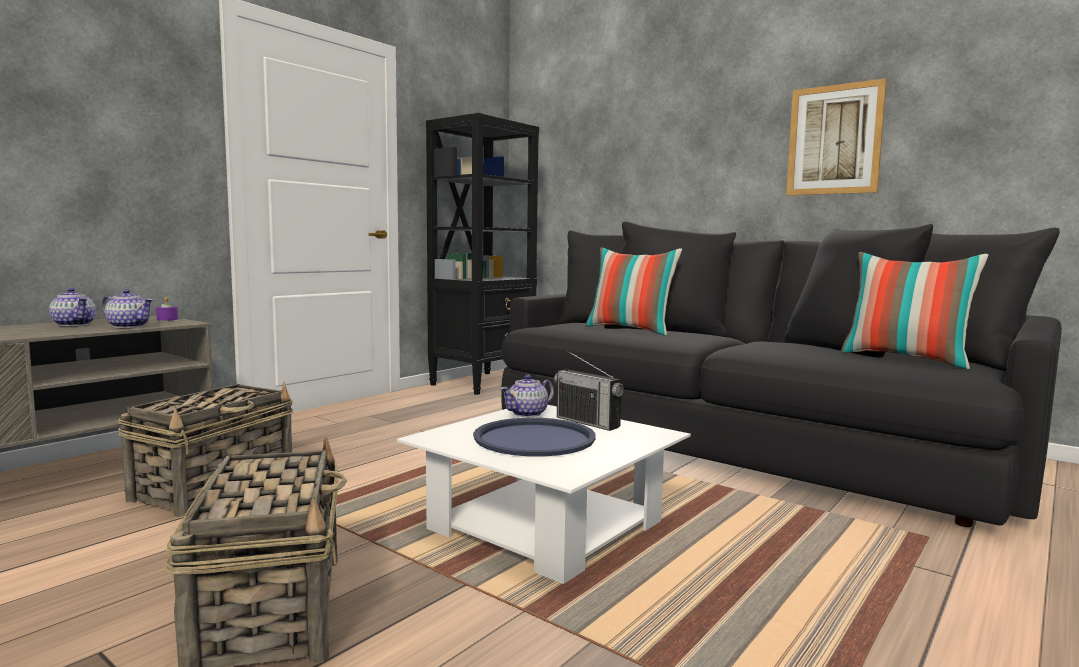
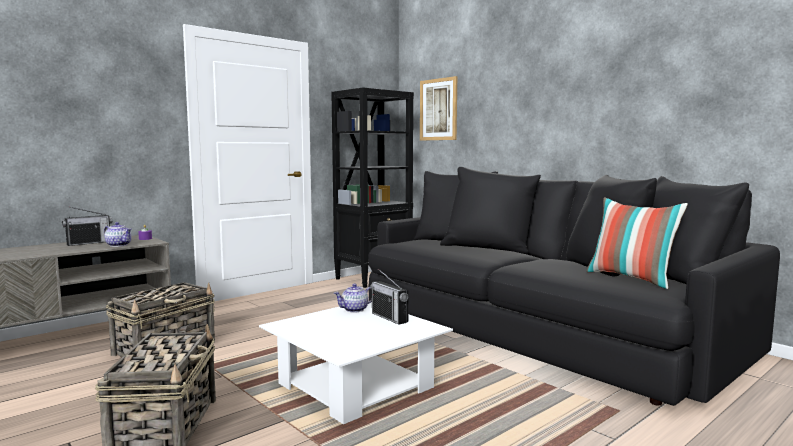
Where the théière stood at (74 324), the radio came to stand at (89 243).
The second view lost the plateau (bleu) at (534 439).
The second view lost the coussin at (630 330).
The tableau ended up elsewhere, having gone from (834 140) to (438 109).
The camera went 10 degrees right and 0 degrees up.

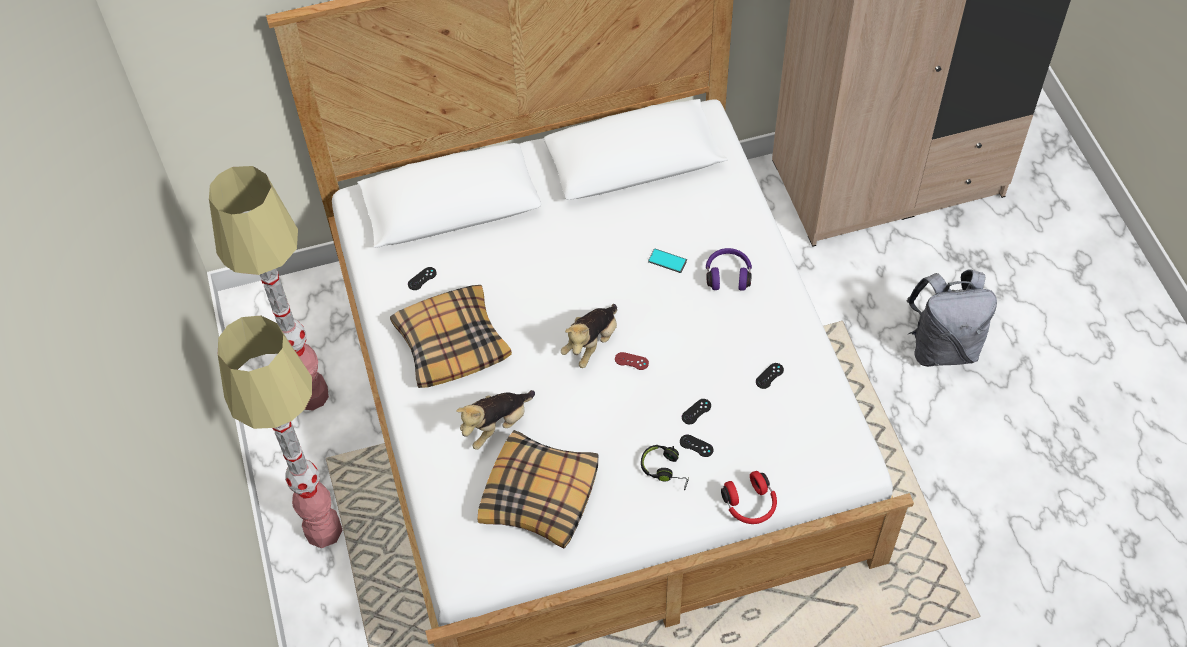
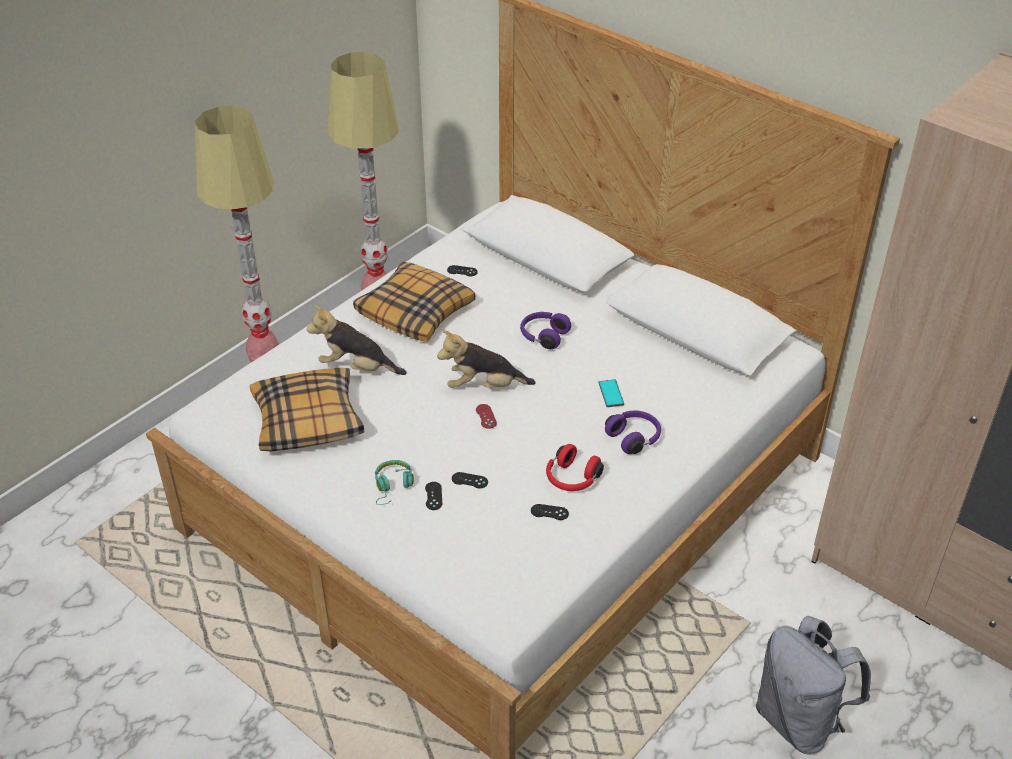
What was the casque audio (noir) at (665 469) turned into the casque audio (turquoise) at (393 486).
The casque audio (rouge) ended up elsewhere, having gone from (750 505) to (571 479).
The second view gained the casque audio (violet) at (543 336).
The camera went 55 degrees right and 15 degrees down.

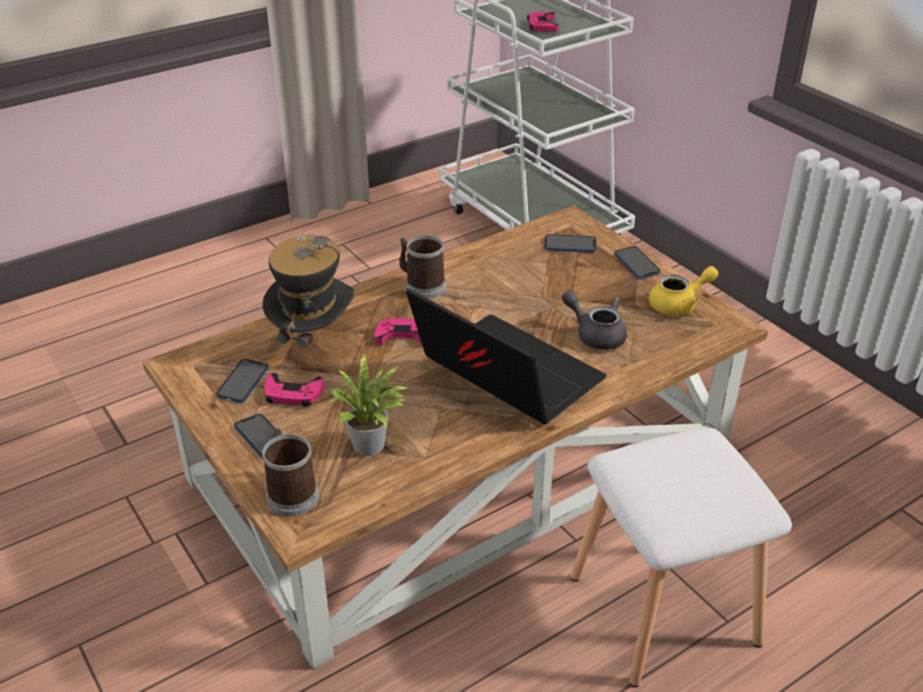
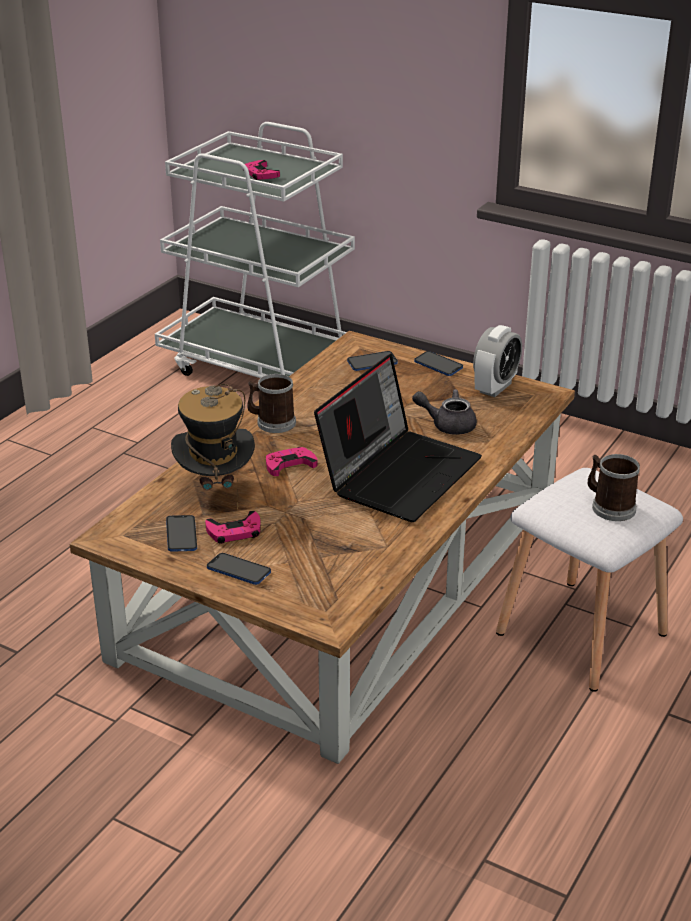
The mug ended up elsewhere, having gone from (291 492) to (609 506).
The second view lost the plante en pot at (372 446).
The ordinateur portable at (503 376) ended up facing another way, 105 degrees clockwise from before.
Where the théière (jaune) stood at (679 305), the réveil came to stand at (495 387).
The camera went 25 degrees left and 5 degrees down.

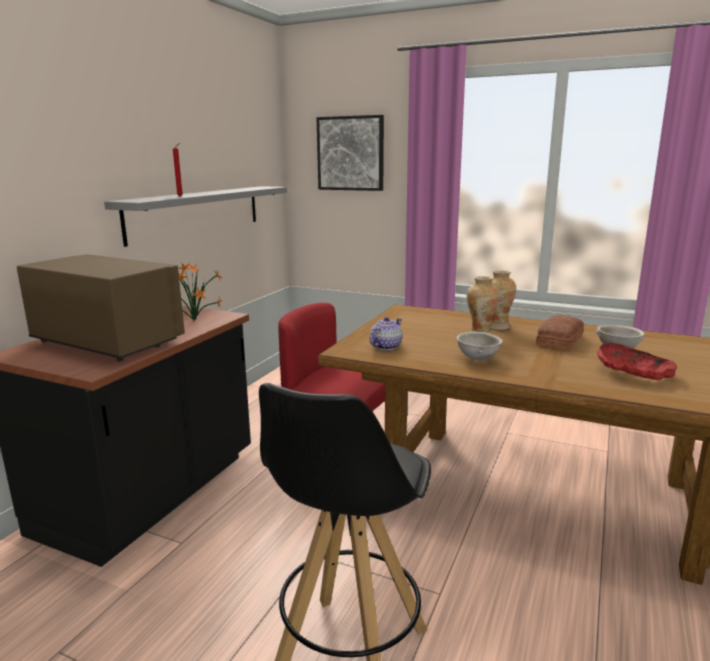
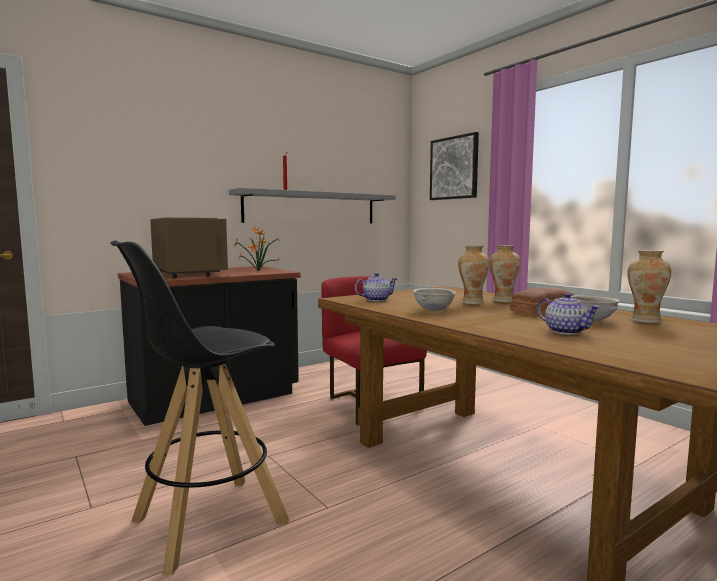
Where the bol (rouge) stood at (632 372), the théière came to stand at (565 331).
The second view gained the vase at (645 320).
The camera went 30 degrees right and 10 degrees down.

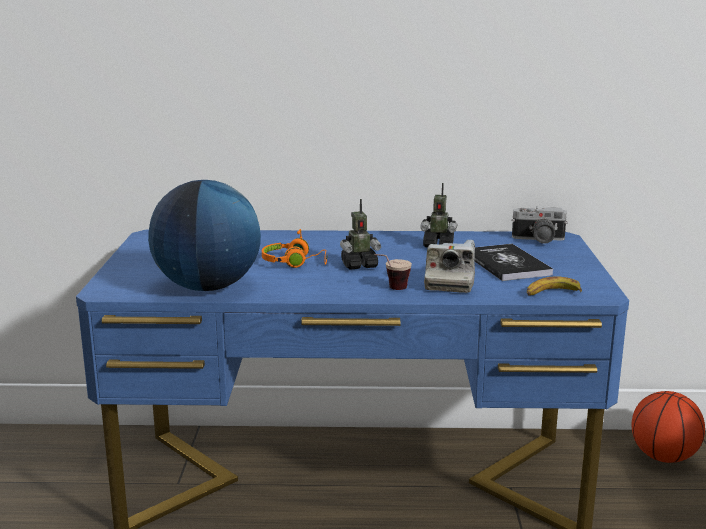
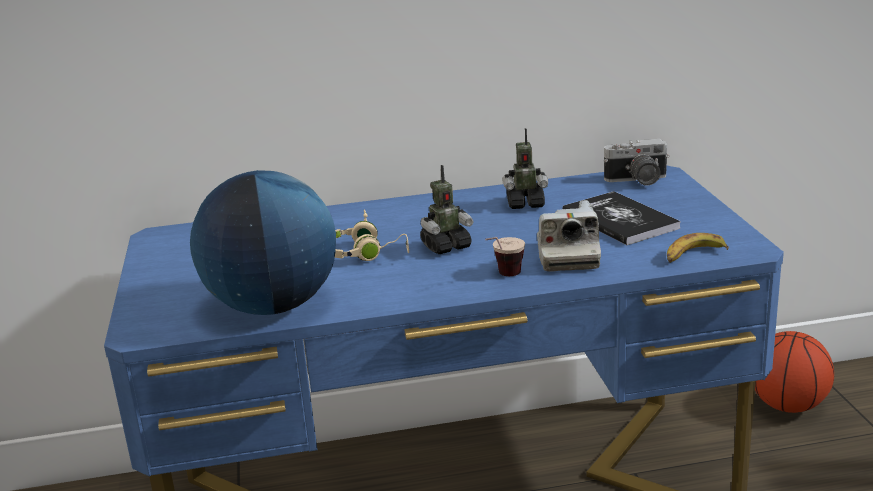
What was the casque audio (orange) at (295 263) turned into the casque audio (beige) at (365 254).
The camera went 10 degrees left and 5 degrees up.

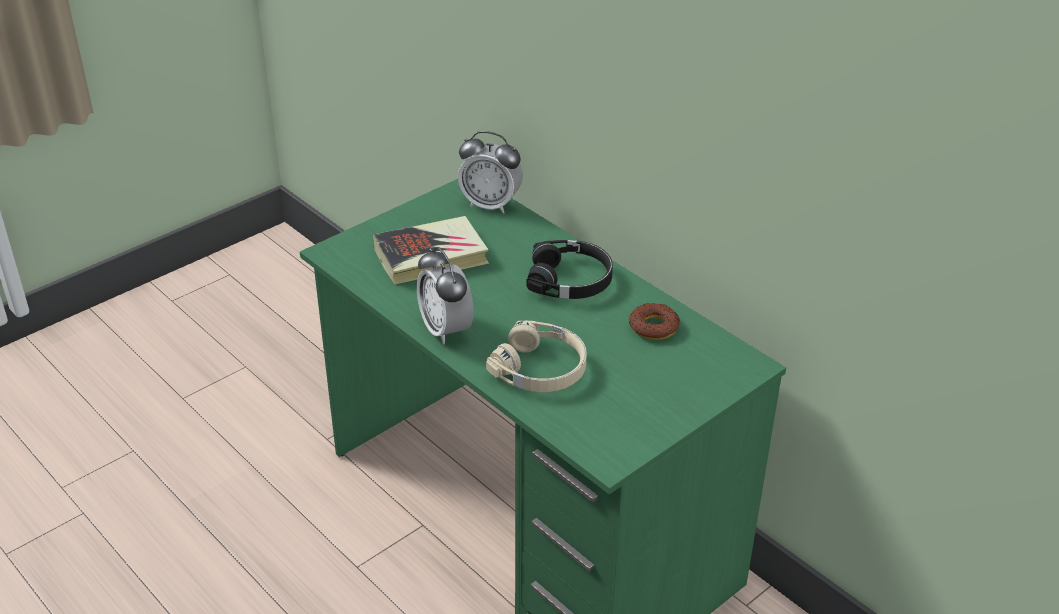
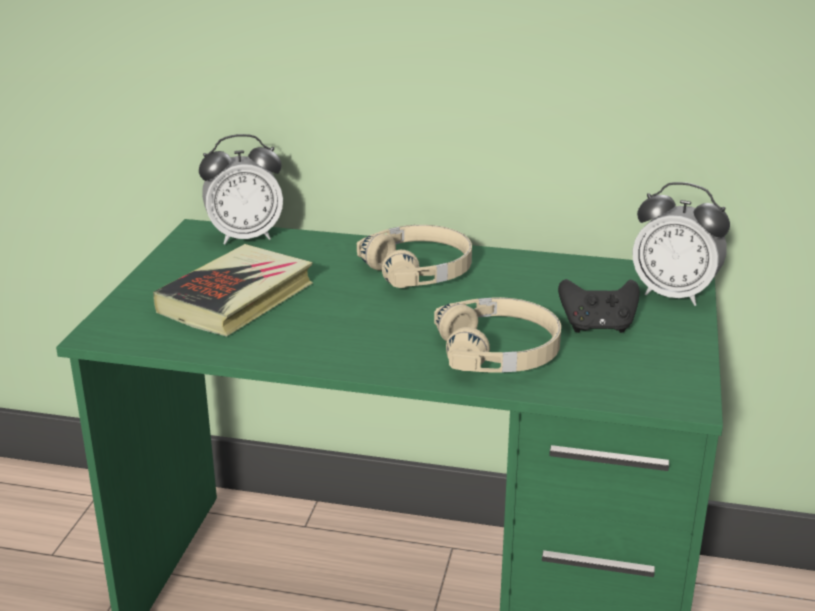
The réveil ended up elsewhere, having gone from (446 330) to (674 294).
What was the casque audio (noir) at (570 280) turned into the casque audio (beige) at (419 269).
The second view lost the beignet at (653 327).
The second view gained the manette (noir) at (597 327).
The camera went 35 degrees left and 10 degrees down.

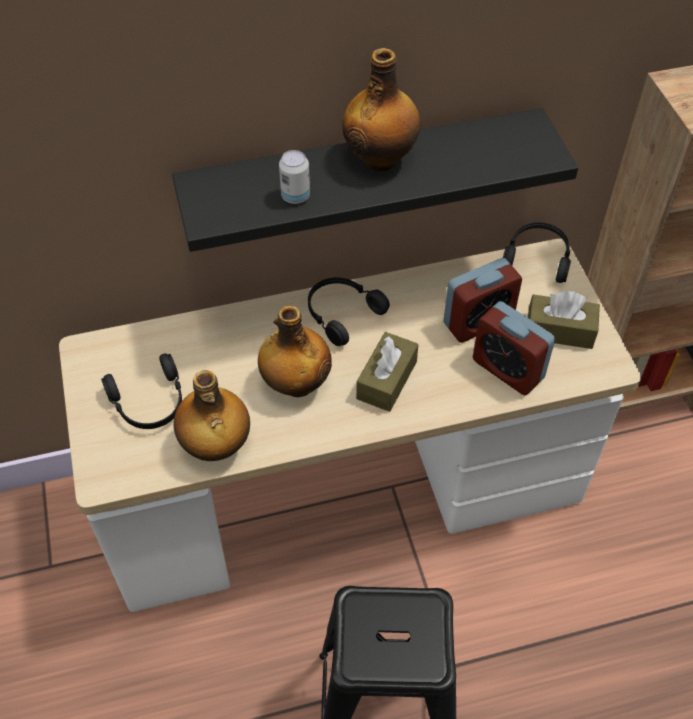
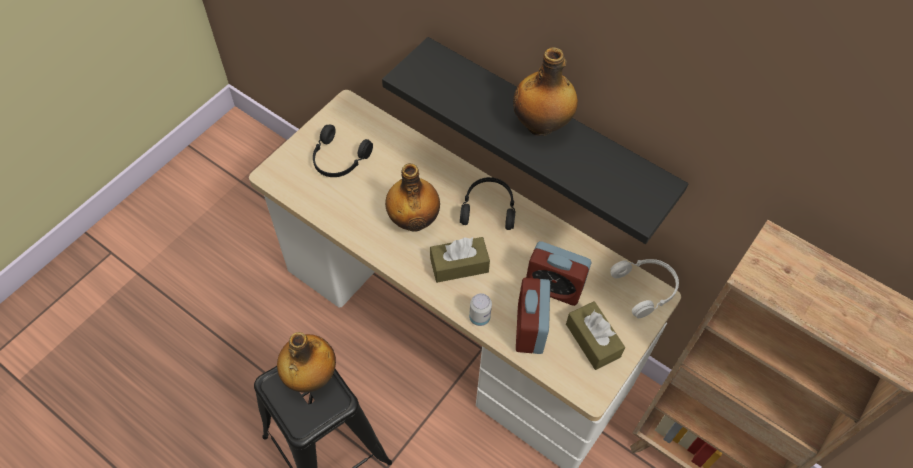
The bouteille ended up elsewhere, having gone from (215 447) to (310 375).
The boîte métallique ended up elsewhere, having gone from (295 196) to (479 317).
What was the casque audio (noir) at (537 257) turned into the casque audio (blanc) at (646 288).
The camera went 50 degrees right and 5 degrees up.

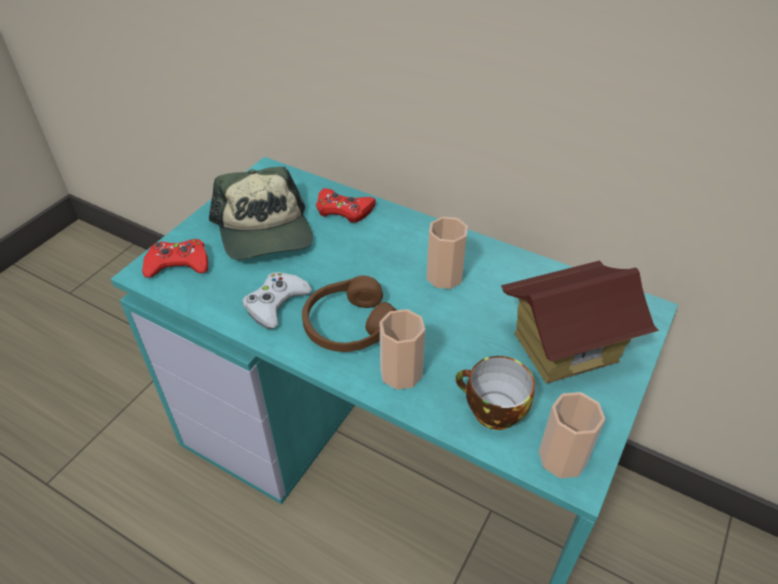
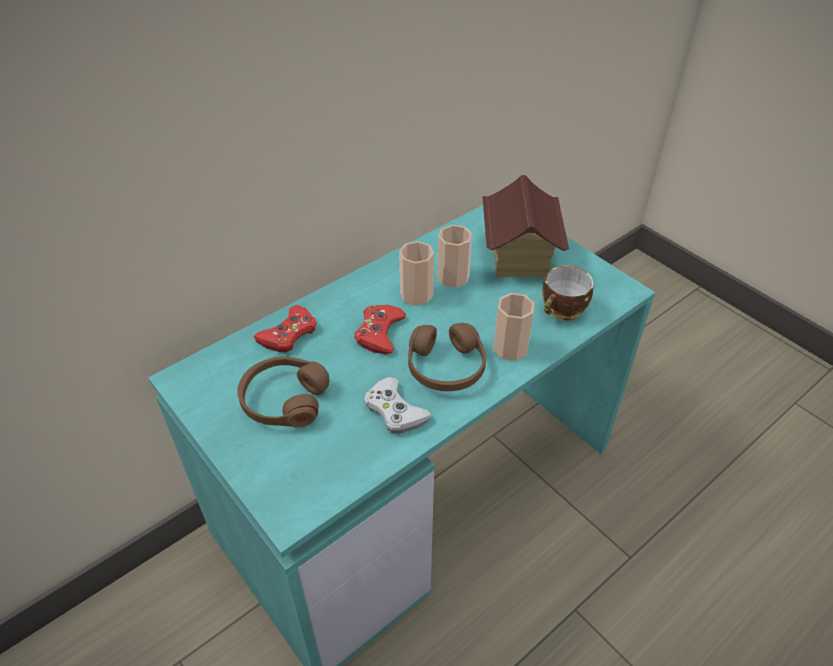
The manette (rouge) ended up elsewhere, having gone from (178 264) to (379 333).
Where the casquette stood at (265 231), the casque audio (marron) came to stand at (284 400).
The tasse ended up elsewhere, having gone from (562 457) to (453 277).
The camera went 70 degrees left and 0 degrees up.

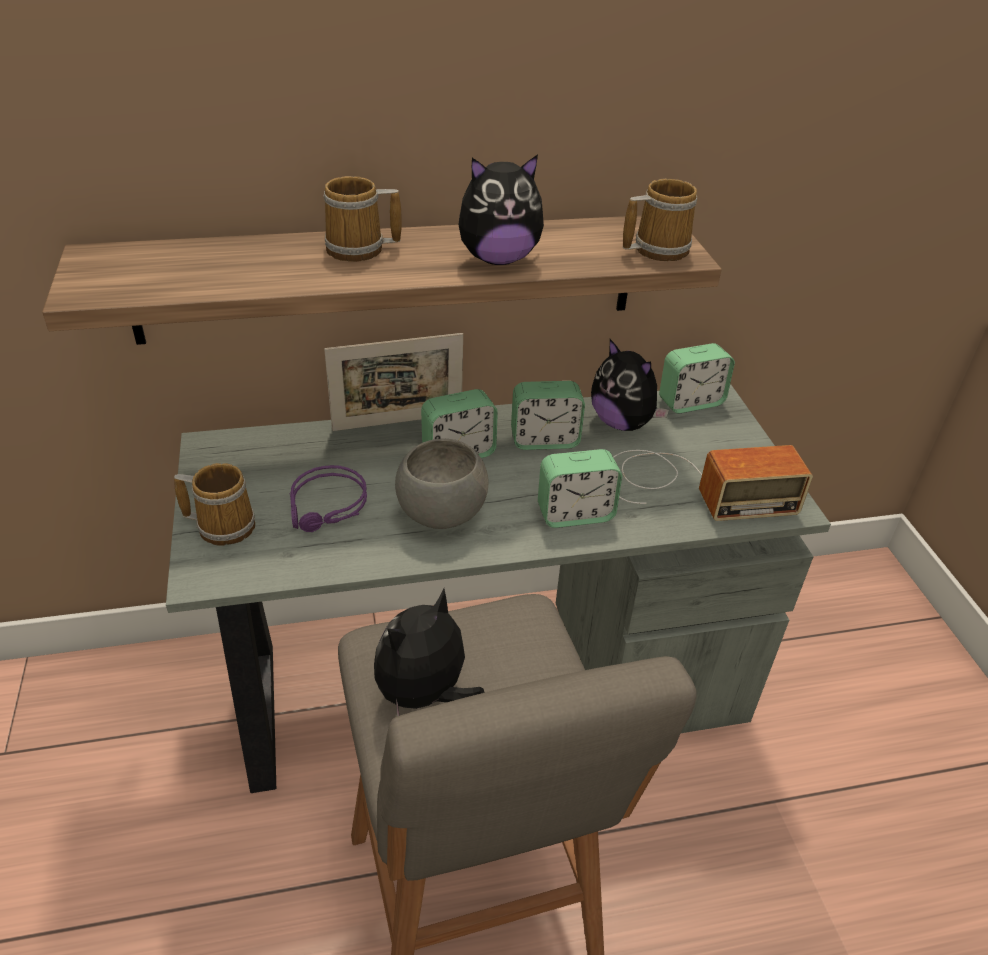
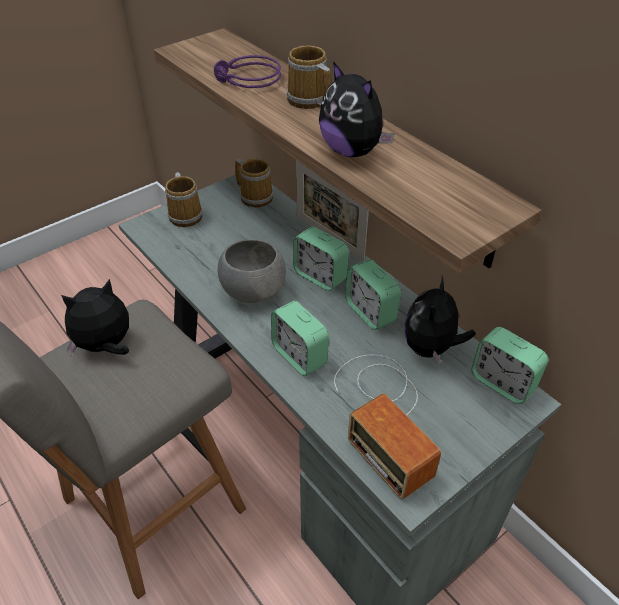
The casque audio (violet) ended up elsewhere, having gone from (327 507) to (247 80).
The peluche at (424 695) ended up facing another way, 45 degrees counterclockwise from before.
The mug ended up elsewhere, having gone from (656 249) to (255 196).
The camera went 65 degrees right and 5 degrees up.

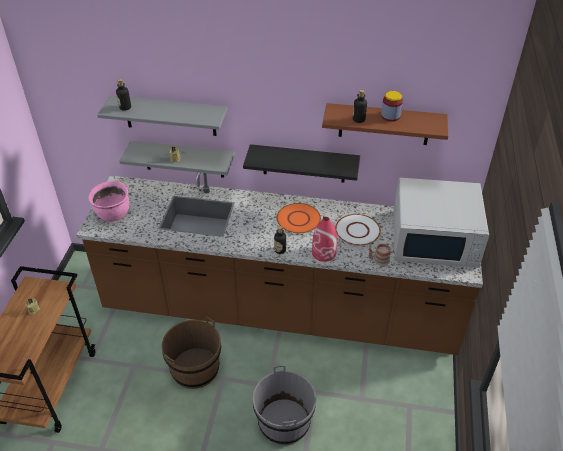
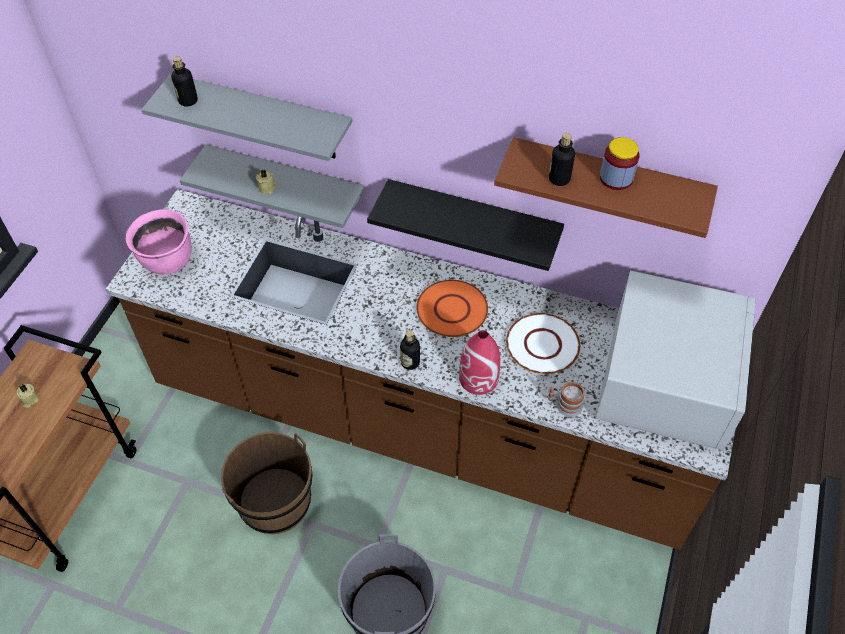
The micro-ondes (blanc) at (435 239) ended up facing another way, 90 degrees counterclockwise from before.
The camera went 10 degrees right and 10 degrees up.

